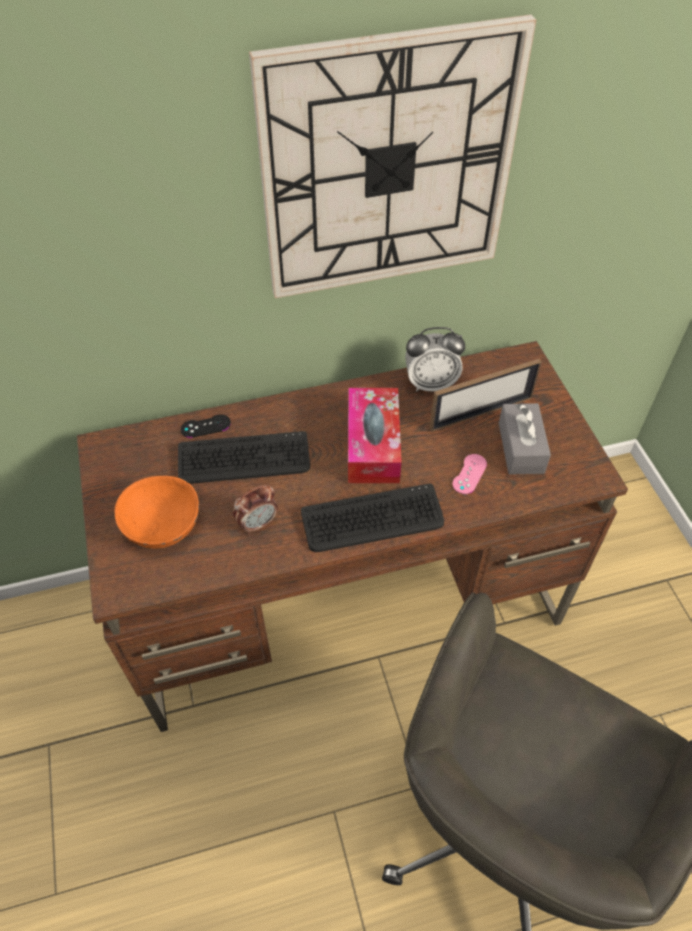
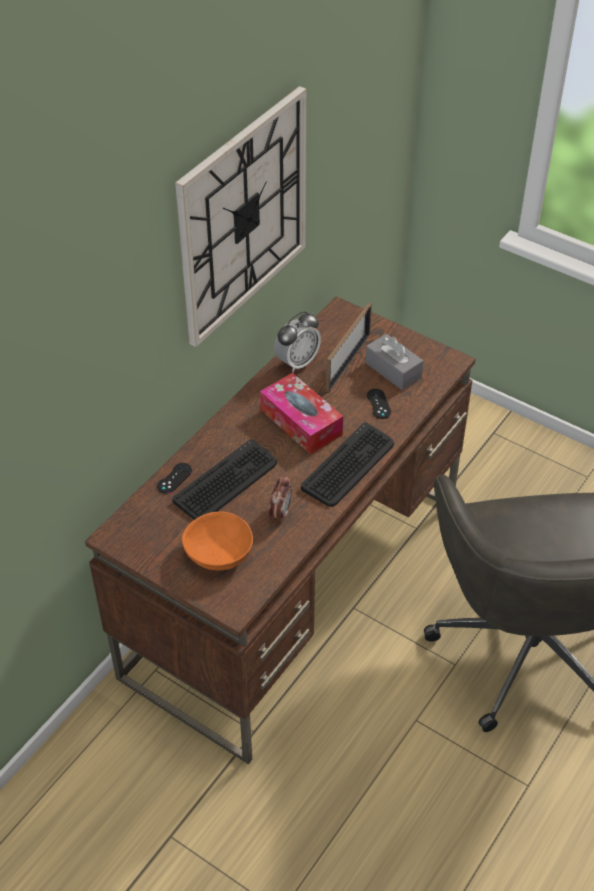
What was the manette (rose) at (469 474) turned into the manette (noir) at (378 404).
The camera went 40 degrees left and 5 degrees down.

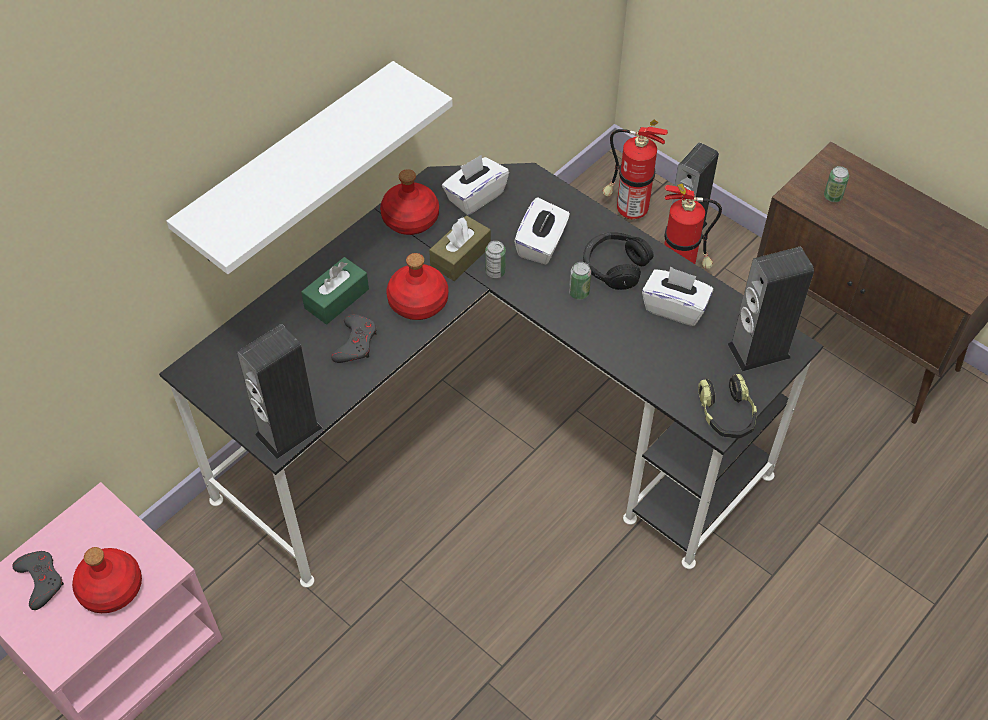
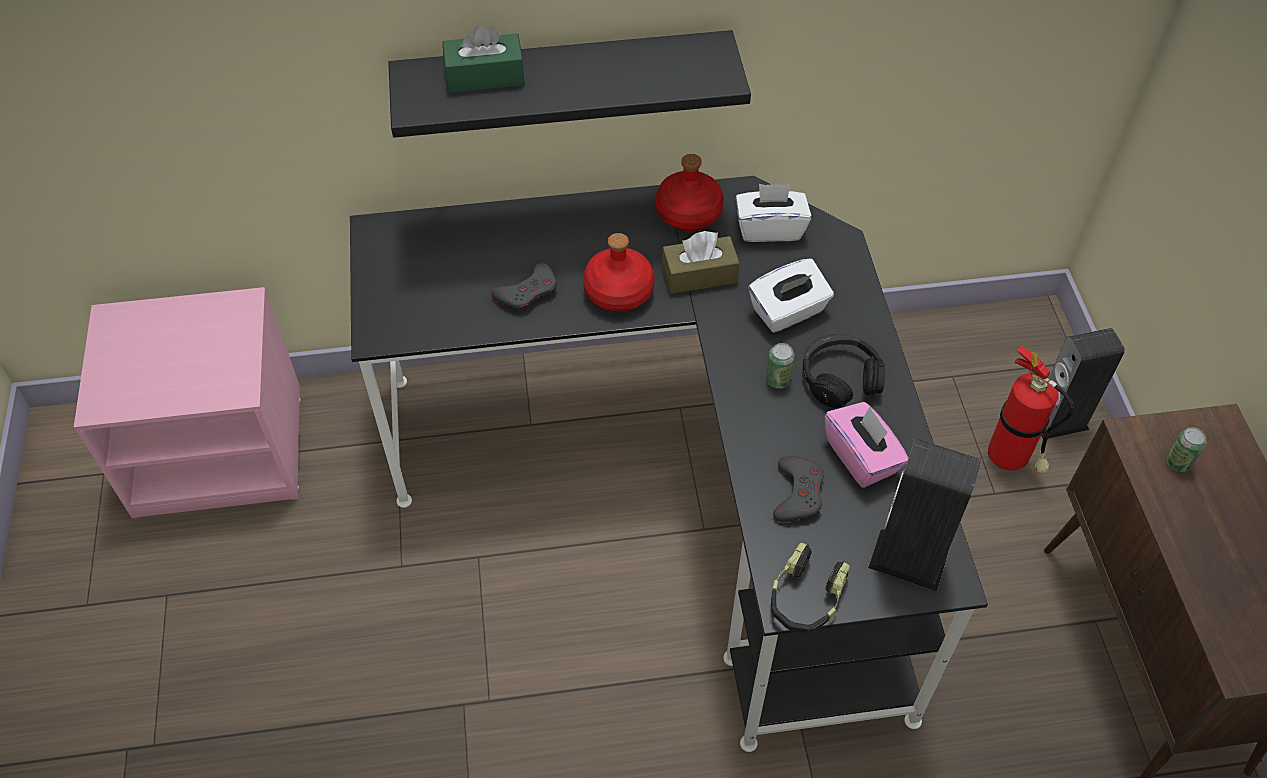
The manette (gris) ended up elsewhere, having gone from (40 580) to (798 493).
The second view lost the bouteille (rouge) at (111 587).
What was the étagère (blanc) at (290 166) turned into the étagère (noir) at (564 82).
The second view lost the enceinte at (288 431).
The boîte à mouchoirs (vert) ended up elsewhere, having gone from (336 298) to (485 76).
The second view lost the boîte métallique at (495 272).
The second view lost the extincteur at (628 210).
What was the boîte à mouchoirs (blanc) at (675 307) turned into the boîte à mouchoirs (rose) at (861 457).
The camera went 40 degrees right and 0 degrees up.

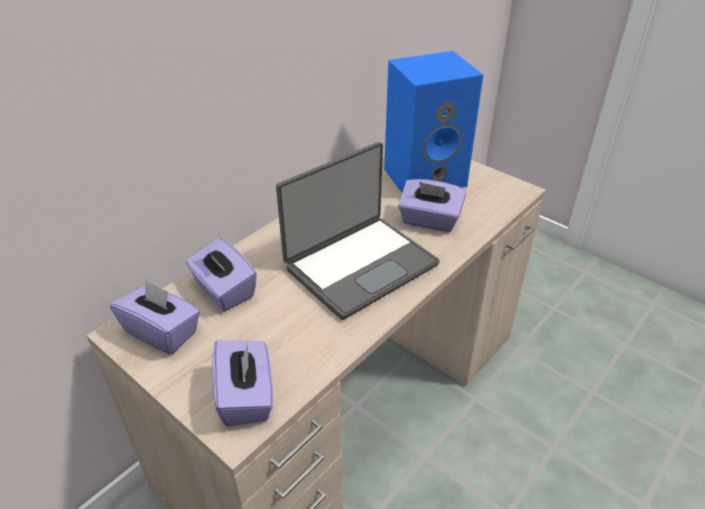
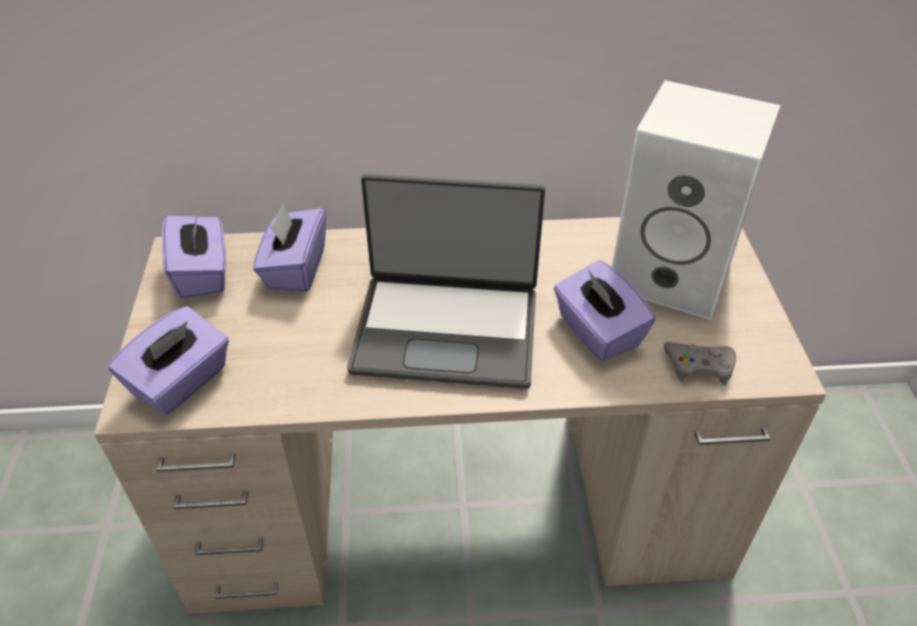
What was the enceinte (bleu) at (425 176) turned into the enceinte (blanc) at (674 275).
The second view gained the manette (gris) at (699 366).
The camera went 45 degrees right and 5 degrees up.

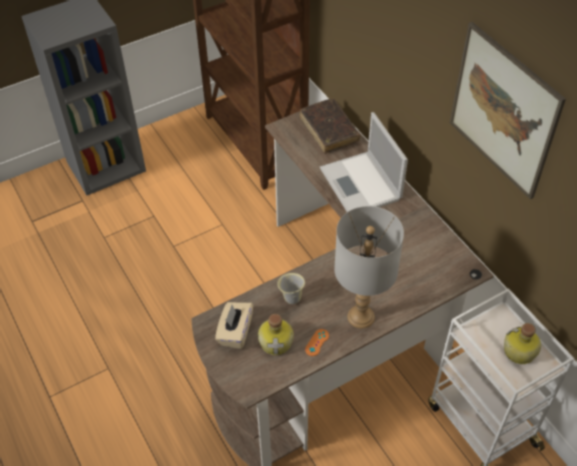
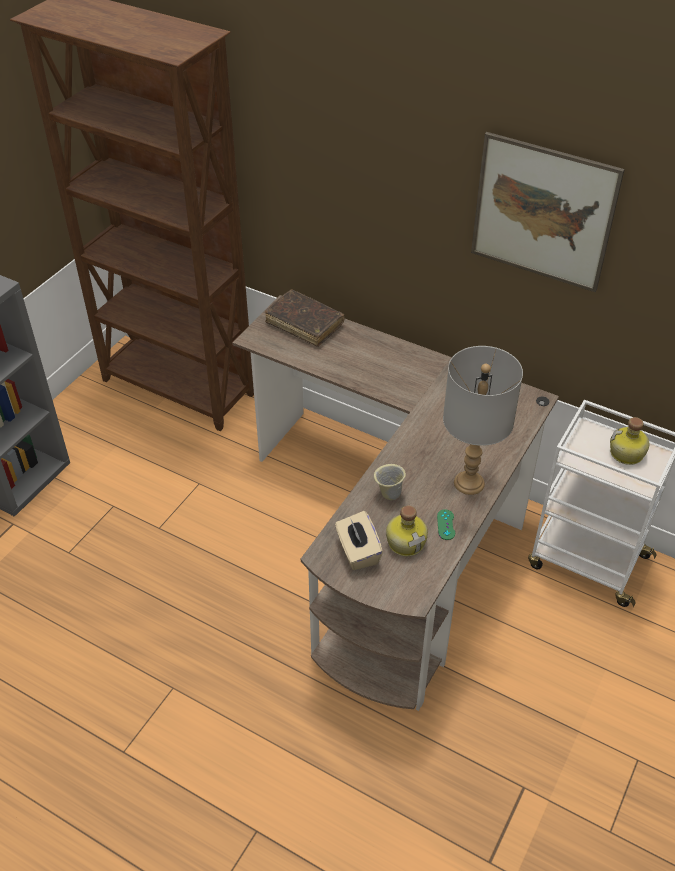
What was the manette (orange) at (317 342) turned into the manette (vert) at (446 525).
The second view lost the ordinateur portable at (361 185).
The camera went 30 degrees left and 5 degrees down.

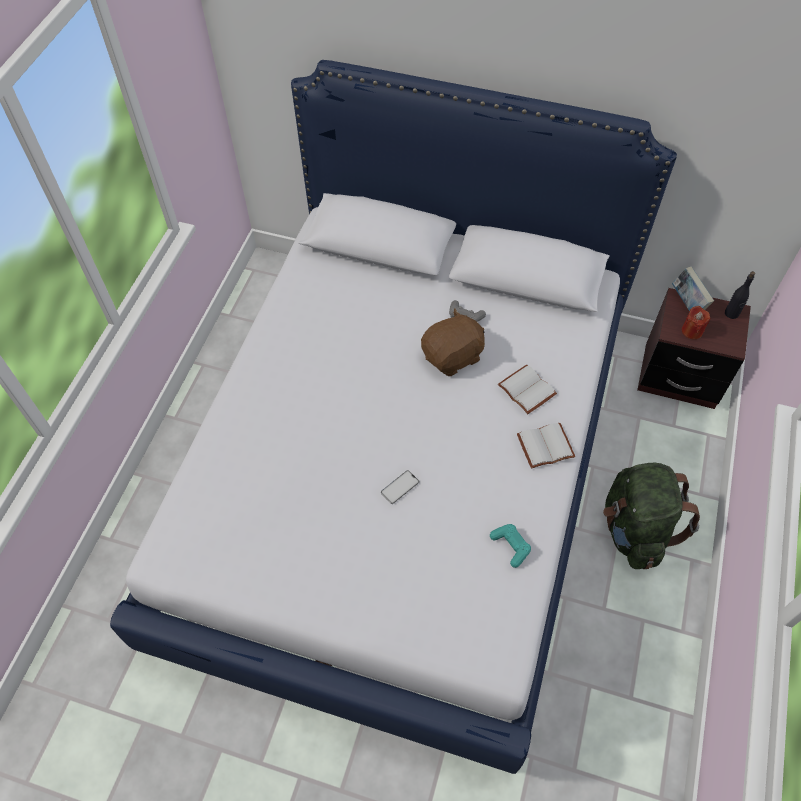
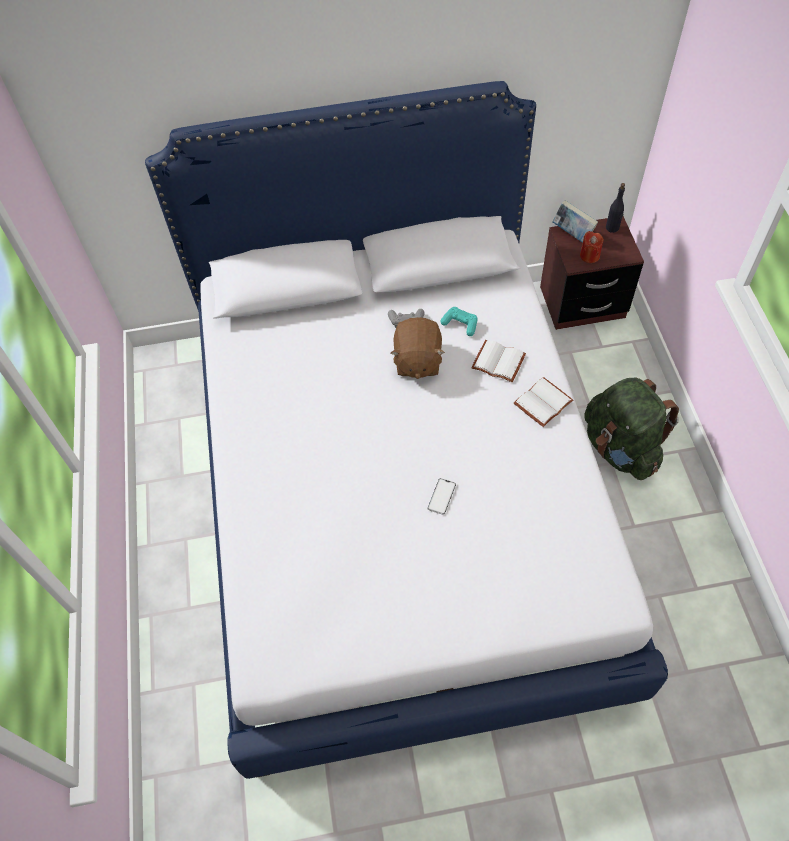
The peluche (marron) at (453 356) ended up facing another way, 150 degrees clockwise from before.
The manette (turquoise) ended up elsewhere, having gone from (511 546) to (460 324).
The camera went 25 degrees left and 0 degrees up.

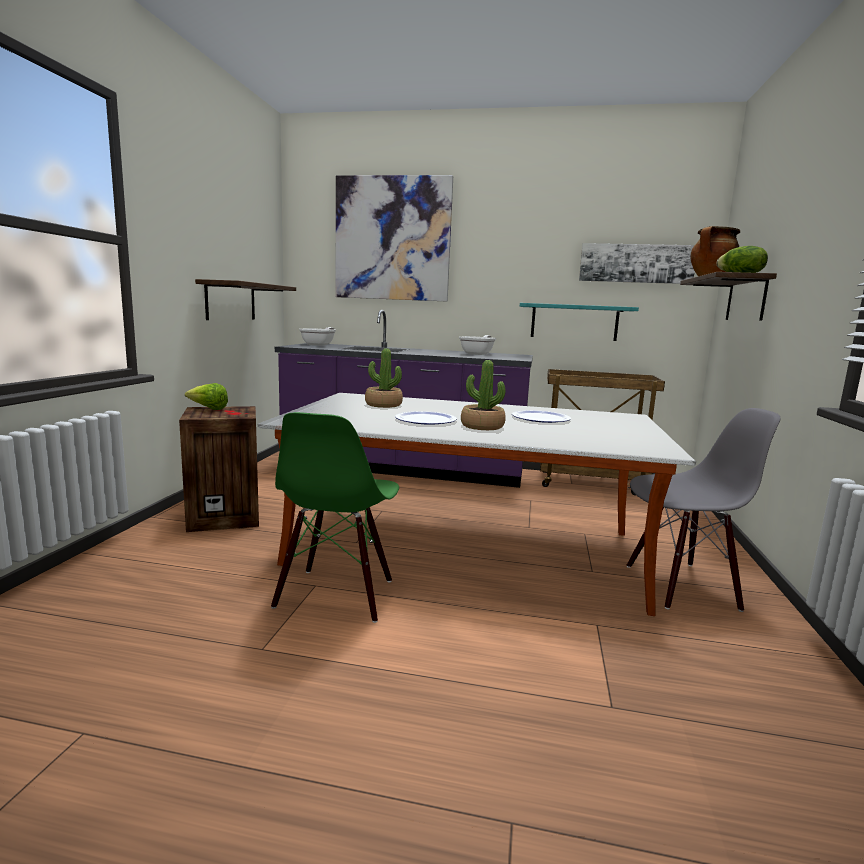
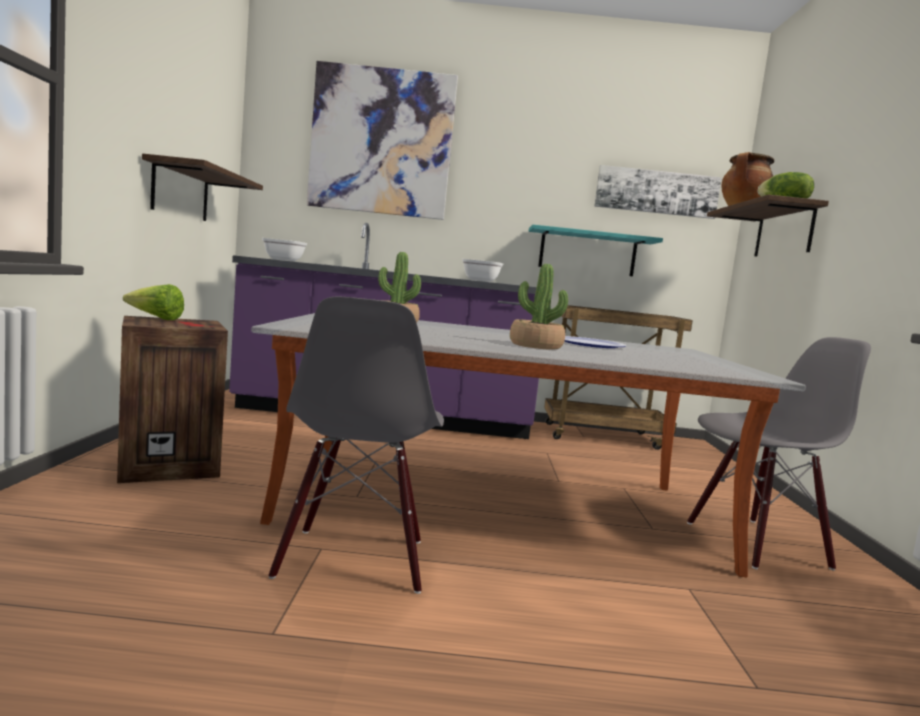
What was the chaise (vert) at (336 595) turned into the chaise (gris) at (353 559).
The second view lost the assiette at (426 420).
The camera went 10 degrees left and 5 degrees down.

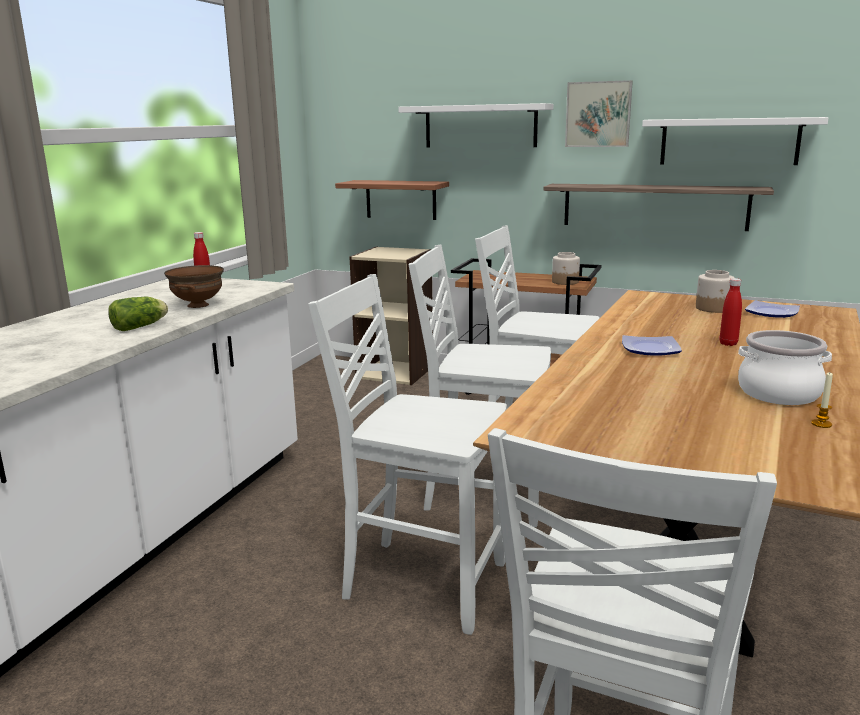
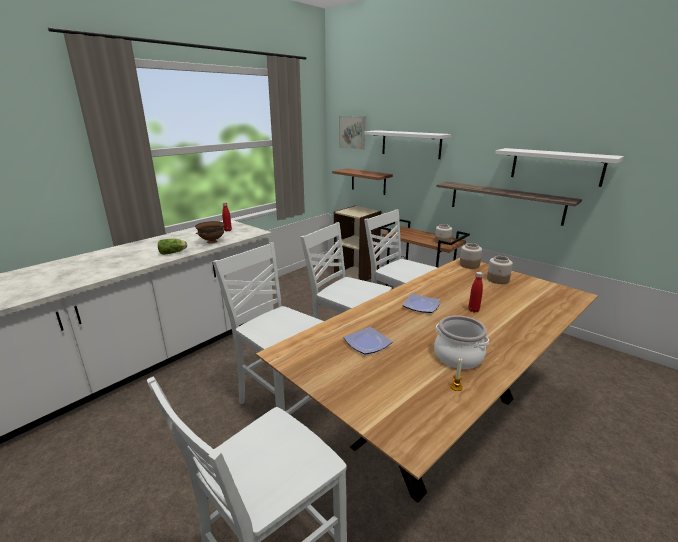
The tableau ended up elsewhere, having gone from (598 114) to (352 132).
The assiette ended up elsewhere, having gone from (772 313) to (367 344).
The second view gained the bocal at (469 265).
The camera went 20 degrees right and 5 degrees up.

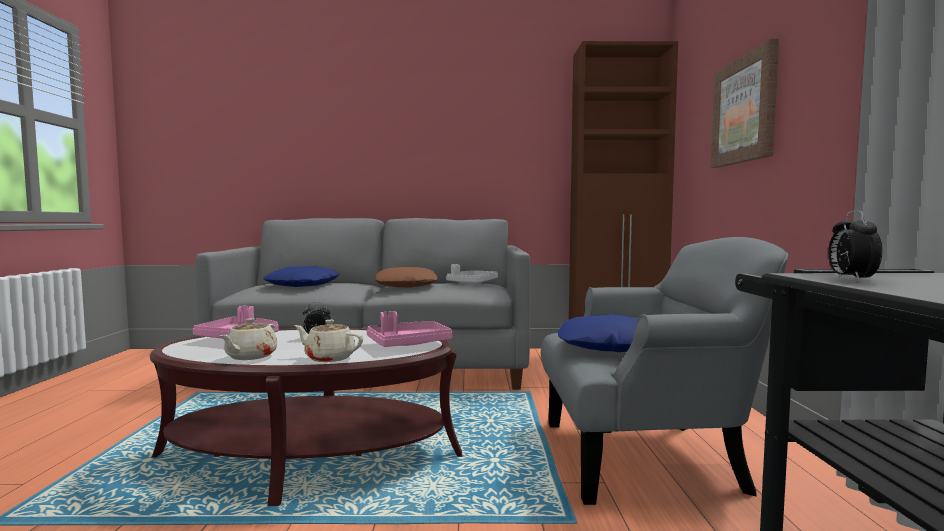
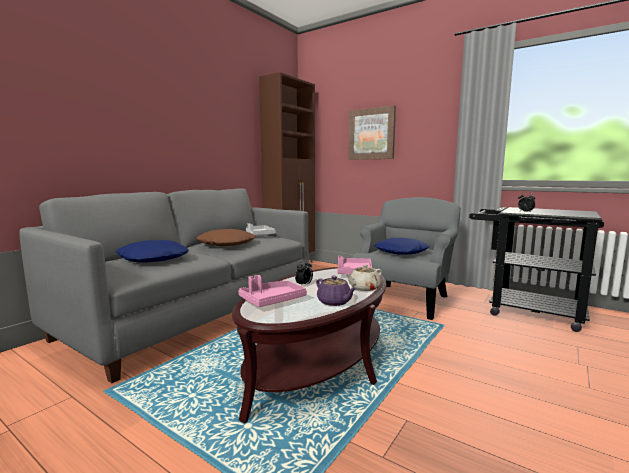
What was the théière (beige) at (250 356) turned into the théière (violet) at (334 302).
The camera went 55 degrees left and 5 degrees up.

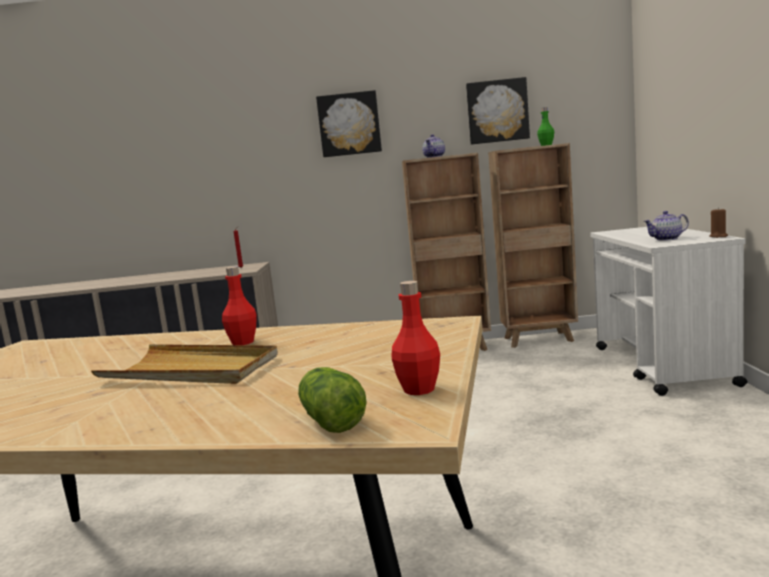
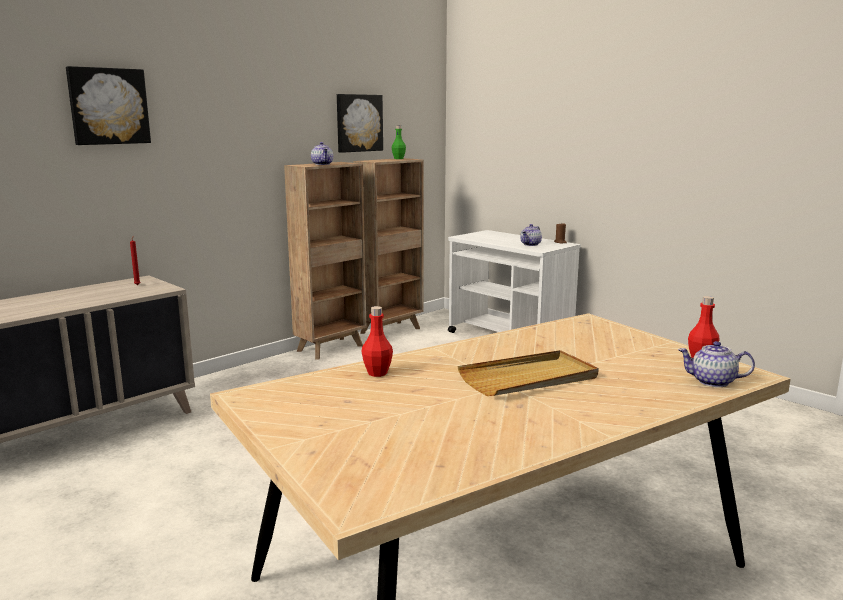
The bouteille (rouge) ended up elsewhere, having gone from (243 342) to (377 373).
Where the laitue stood at (330 420), the théière came to stand at (712 382).
The tableau ended up elsewhere, having gone from (349 124) to (108 106).
The camera went 45 degrees left and 5 degrees up.

